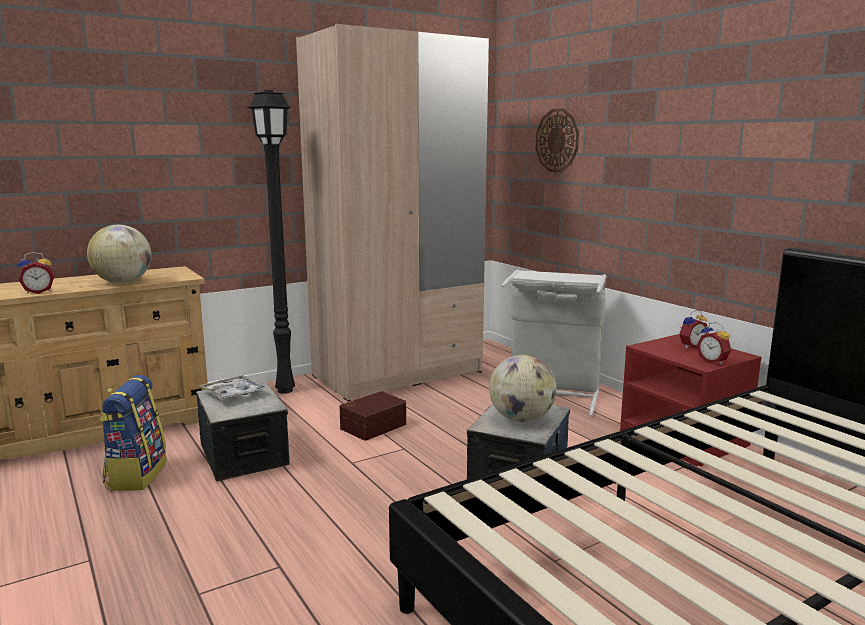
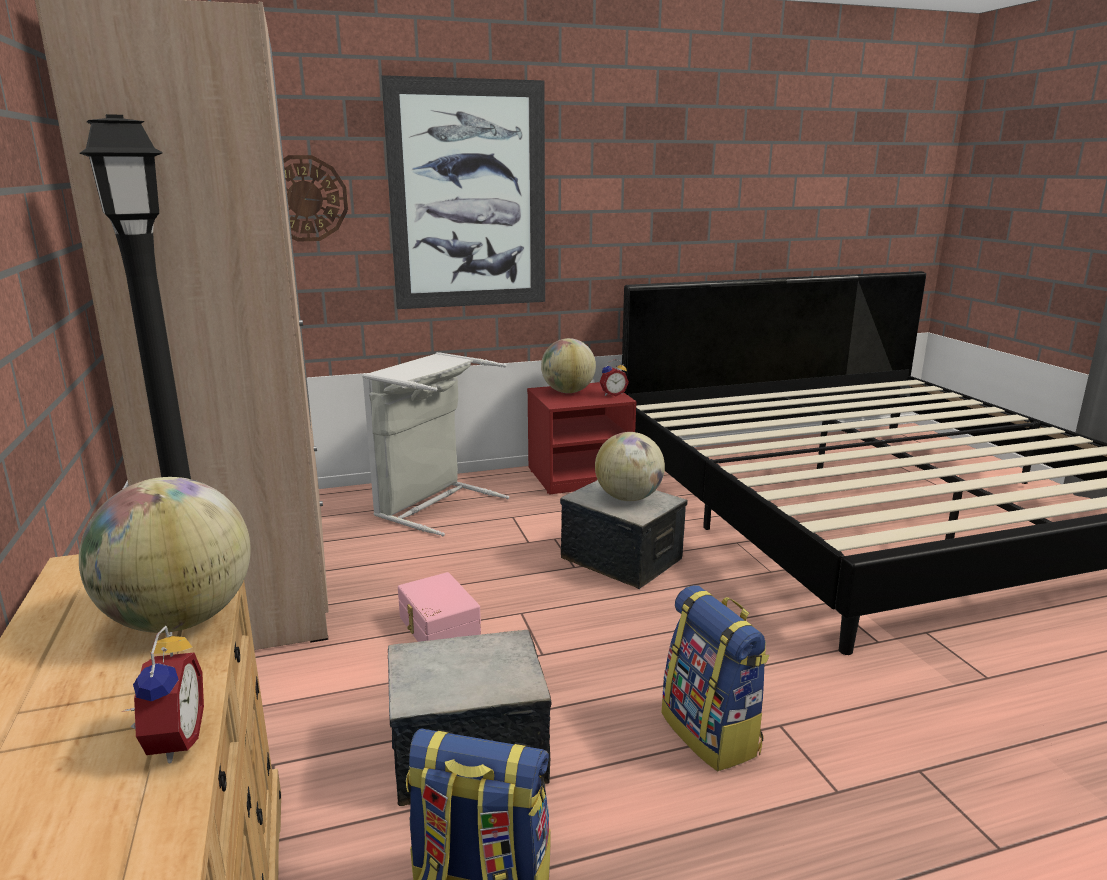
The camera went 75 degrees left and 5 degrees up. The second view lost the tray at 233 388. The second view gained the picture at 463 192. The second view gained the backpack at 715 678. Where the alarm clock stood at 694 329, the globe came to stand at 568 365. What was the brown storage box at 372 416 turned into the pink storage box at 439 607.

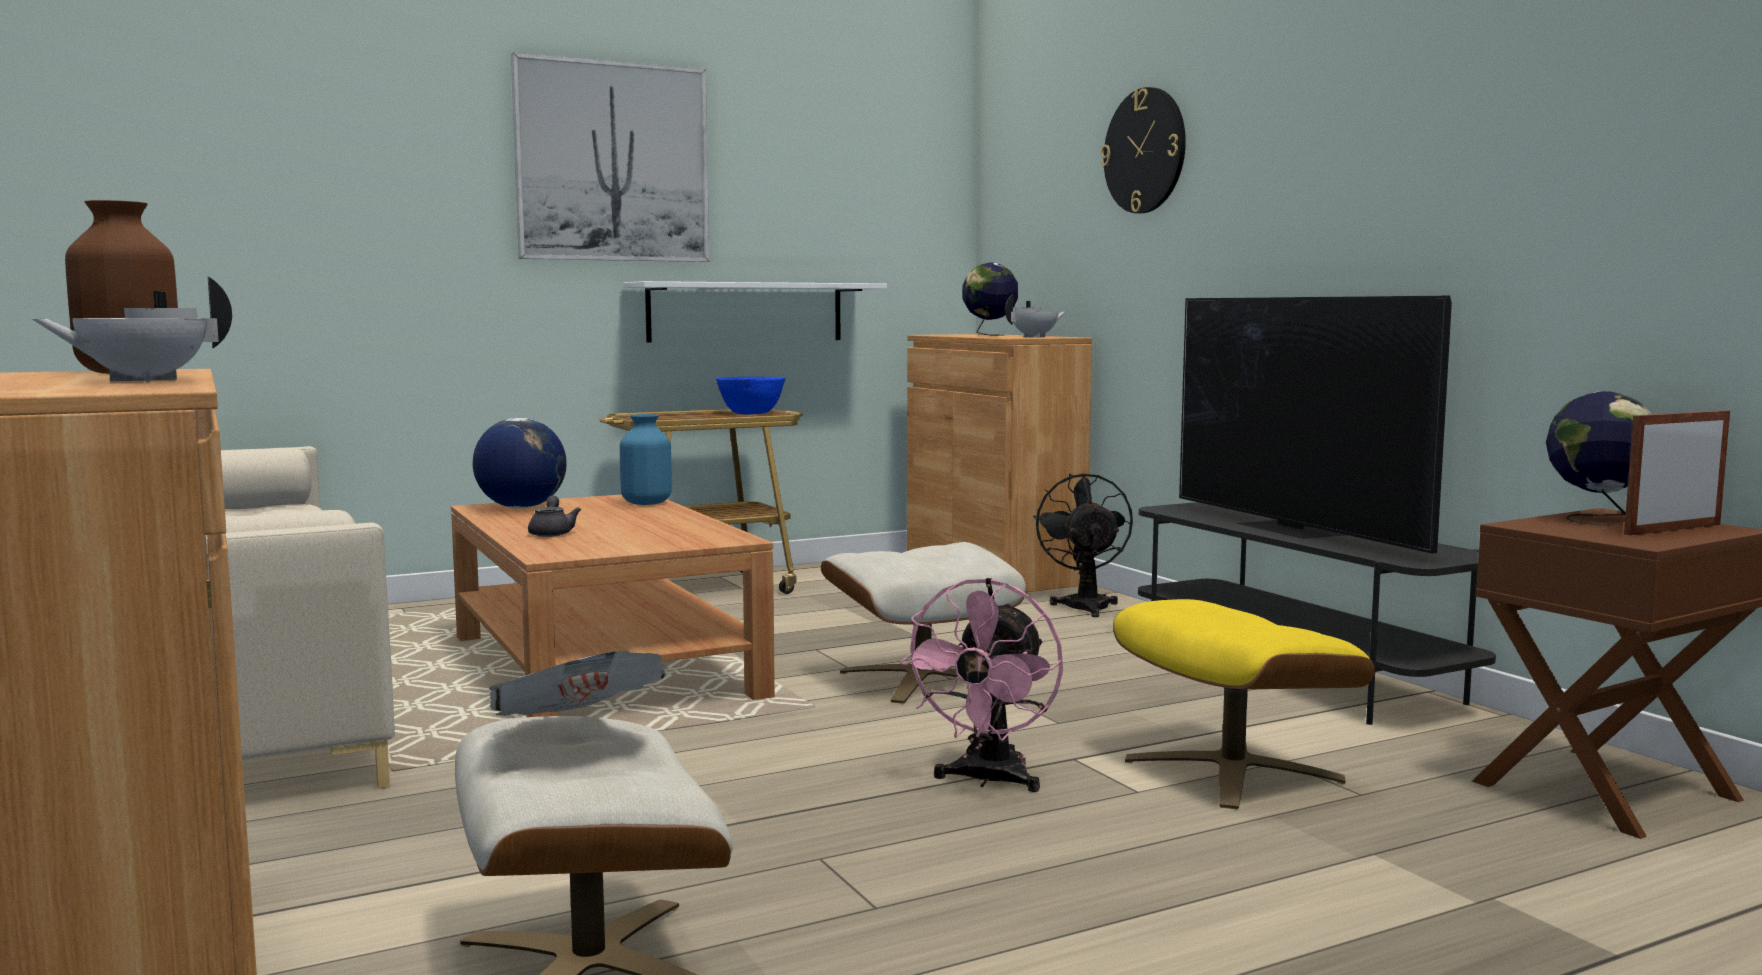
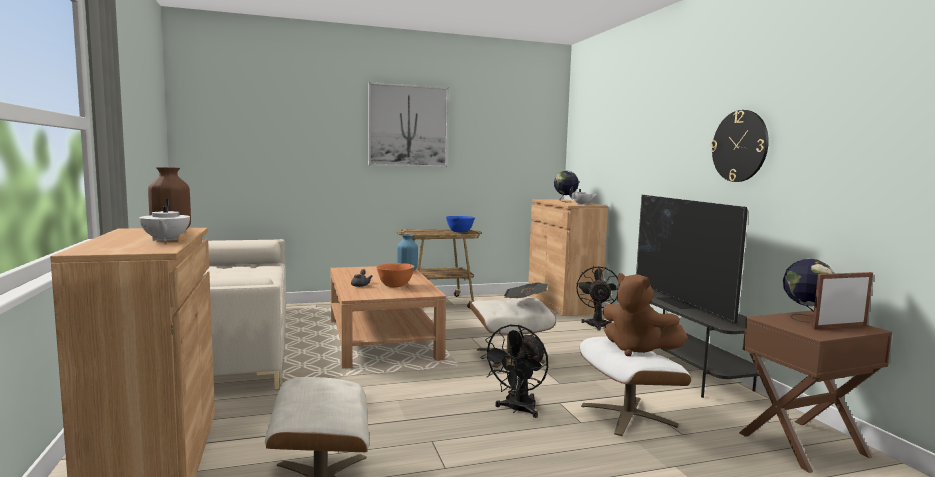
The camera went 10 degrees right and 0 degrees up. The second view lost the globe at 520 463. The second view lost the white shelf at 755 312. The second view gained the orange bowl at 395 275. The second view gained the brown plush toy at 645 314. The newspaper ended up elsewhere, having gone from 578 683 to 525 290. The wall clock ended up elsewhere, having gone from 1143 150 to 739 146. What was the pink fan at 981 685 turned into the black fan at 514 371. What was the yellow ottoman at 1244 704 turned into the white ottoman at 635 386. The white teapot at 132 329 ended up facing another way, 90 degrees counterclockwise from before.

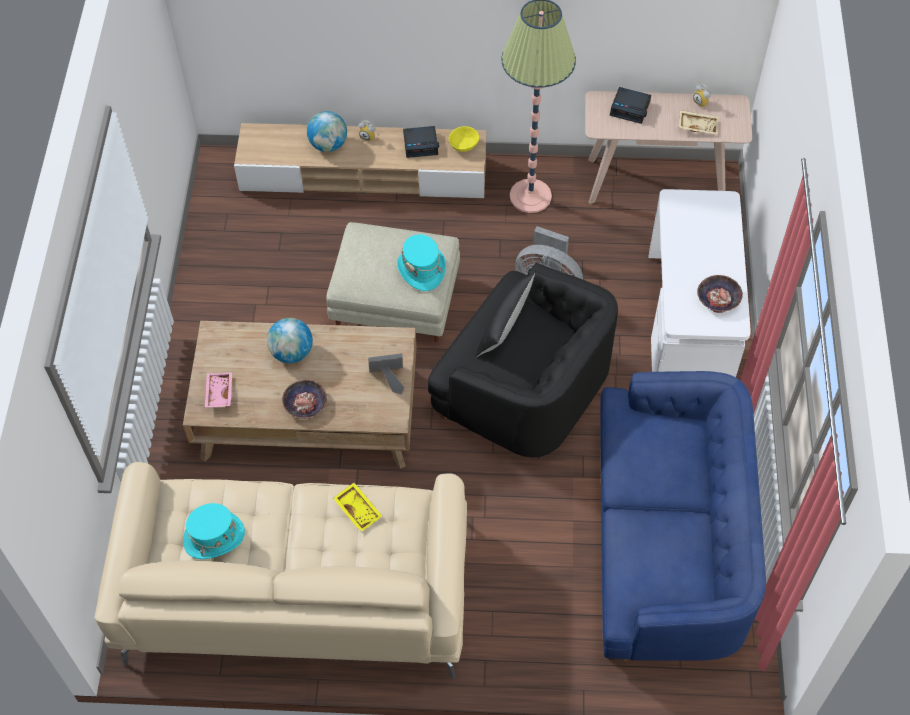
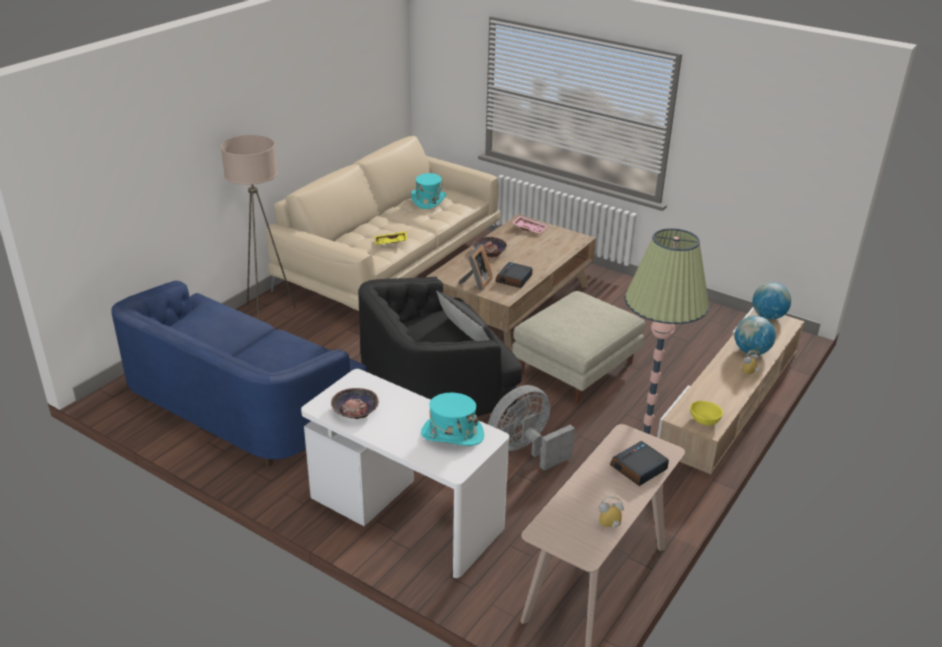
The camera went 120 degrees right and 25 degrees down. The second view lost the beige tray at 699 122. The second view gained the beige floor lamp at 258 227. The globe ended up elsewhere, having gone from 290 340 to 771 301. The turquoise hat ended up elsewhere, having gone from 421 262 to 452 419. The alarm clock ended up elsewhere, having gone from 421 142 to 514 275.

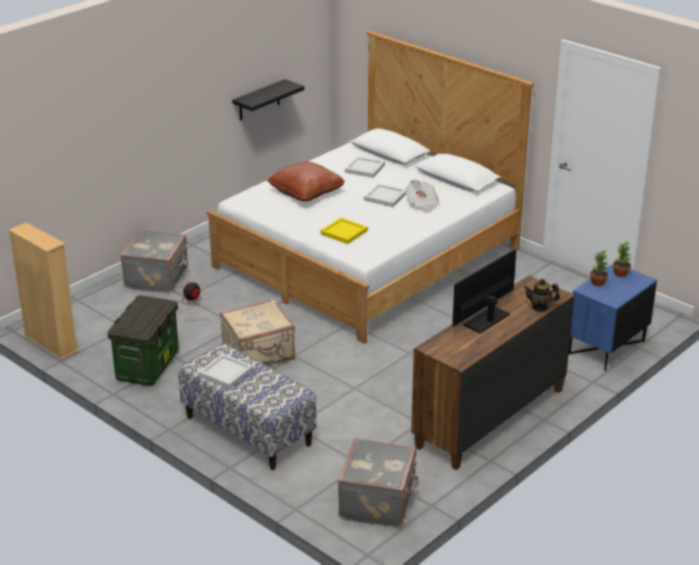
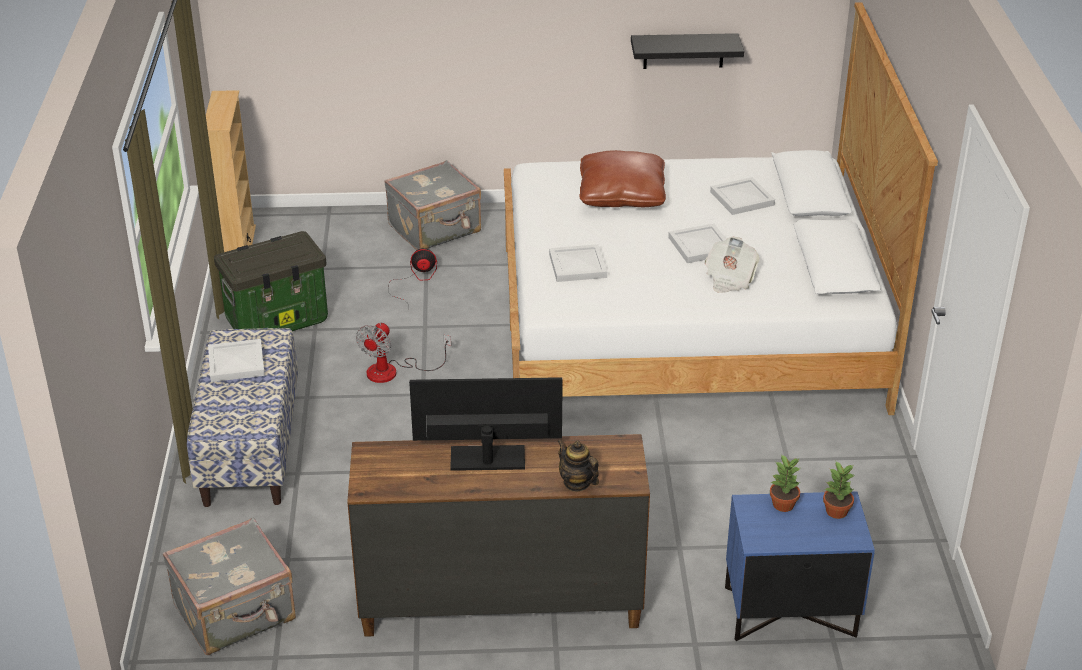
The camera went 45 degrees right and 5 degrees up. Where the beige suitcase stood at 257 332, the fan came to stand at 403 352. What was the yellow tray at 344 230 turned into the white tray at 578 263.

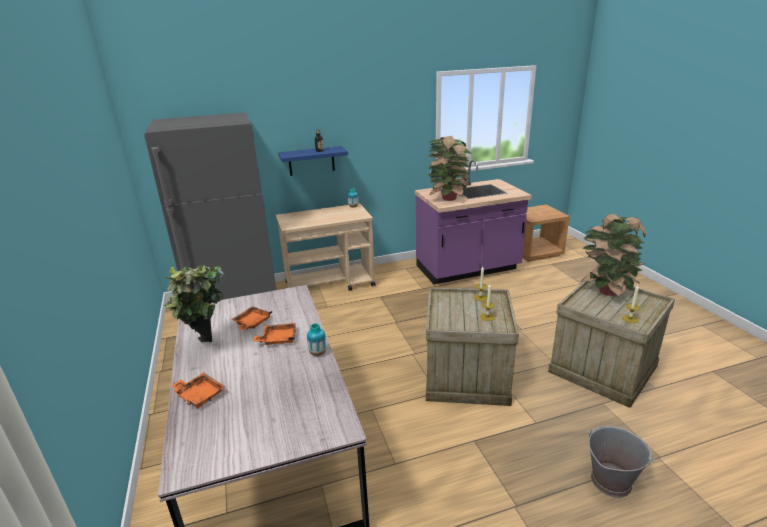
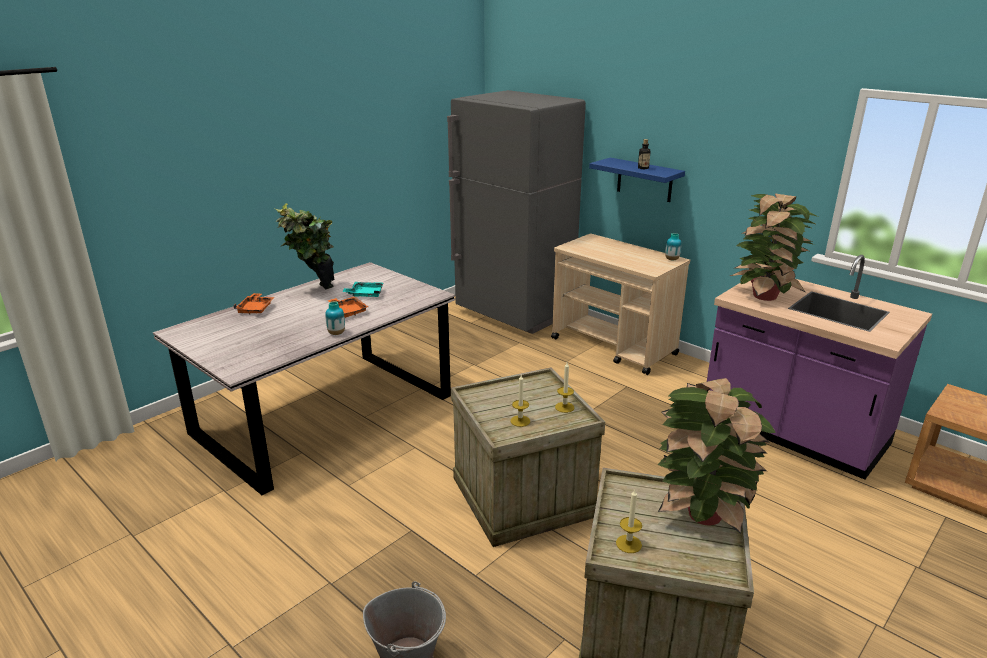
The camera went 60 degrees right and 0 degrees up. What was the orange tray at 251 318 turned into the turquoise tray at 362 289.

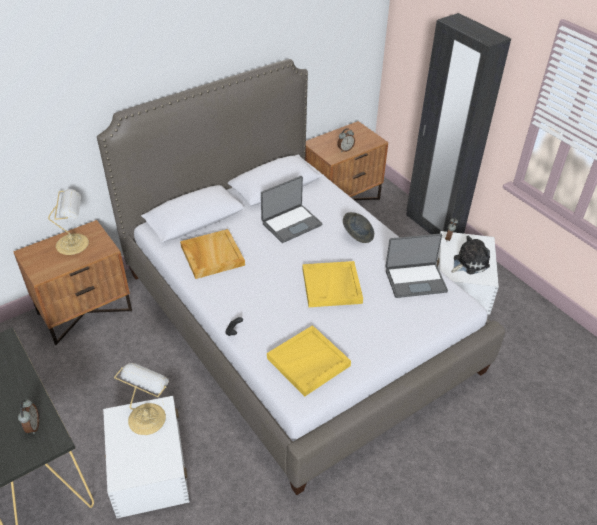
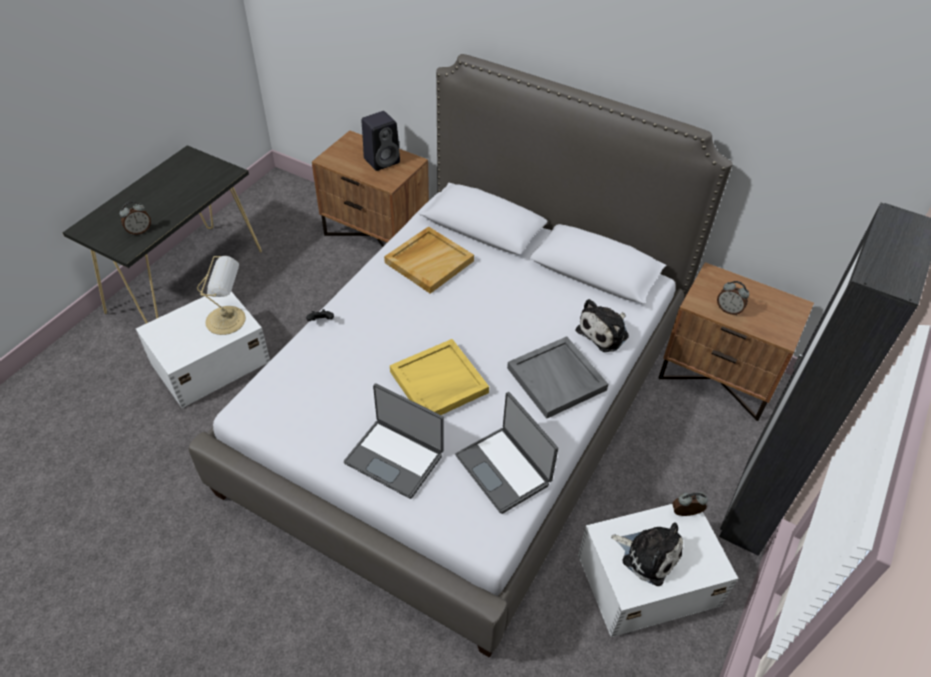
The camera went 65 degrees right and 5 degrees up. The second view lost the yellow tray at 309 361. The second view gained the plush toy at 602 325. The laptop ended up elsewhere, having gone from 291 209 to 394 441. Where the table lamp stood at 68 222, the black speaker came to stand at 380 141. Where the grey hat stood at 358 227, the grey tray came to stand at 557 377.

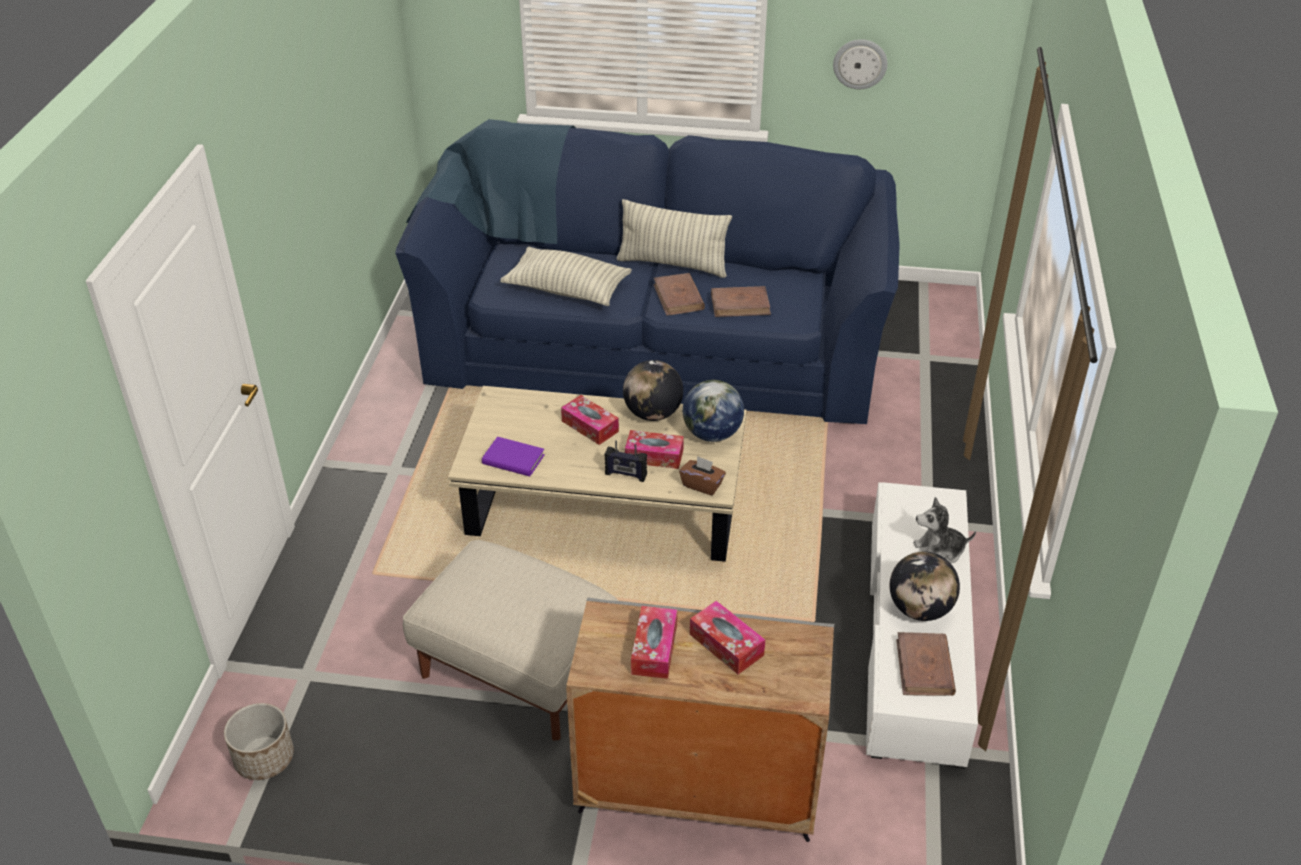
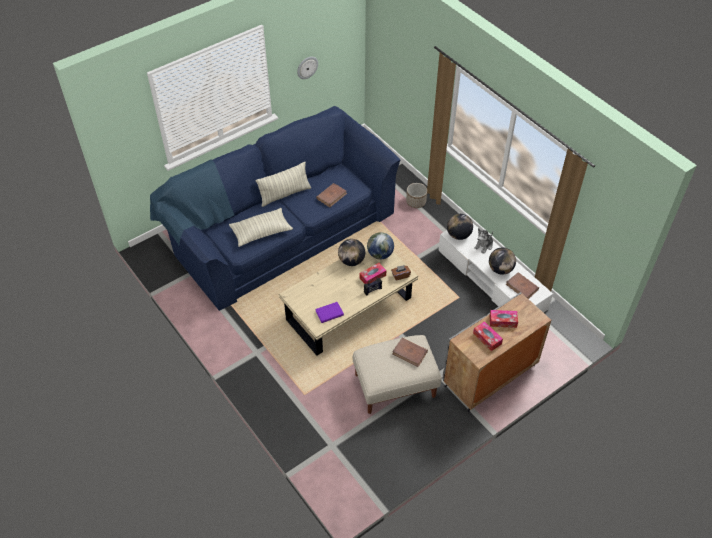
The camera went 45 degrees left and 10 degrees up. The second view lost the tissue box at 590 420. The second view gained the globe at 460 227. The planter ended up elsewhere, having gone from 259 741 to 416 195. The brown book ended up elsewhere, having gone from 679 294 to 410 352.

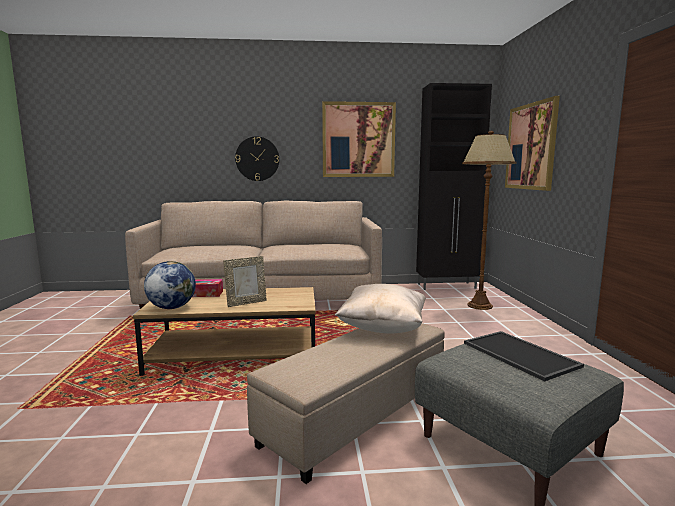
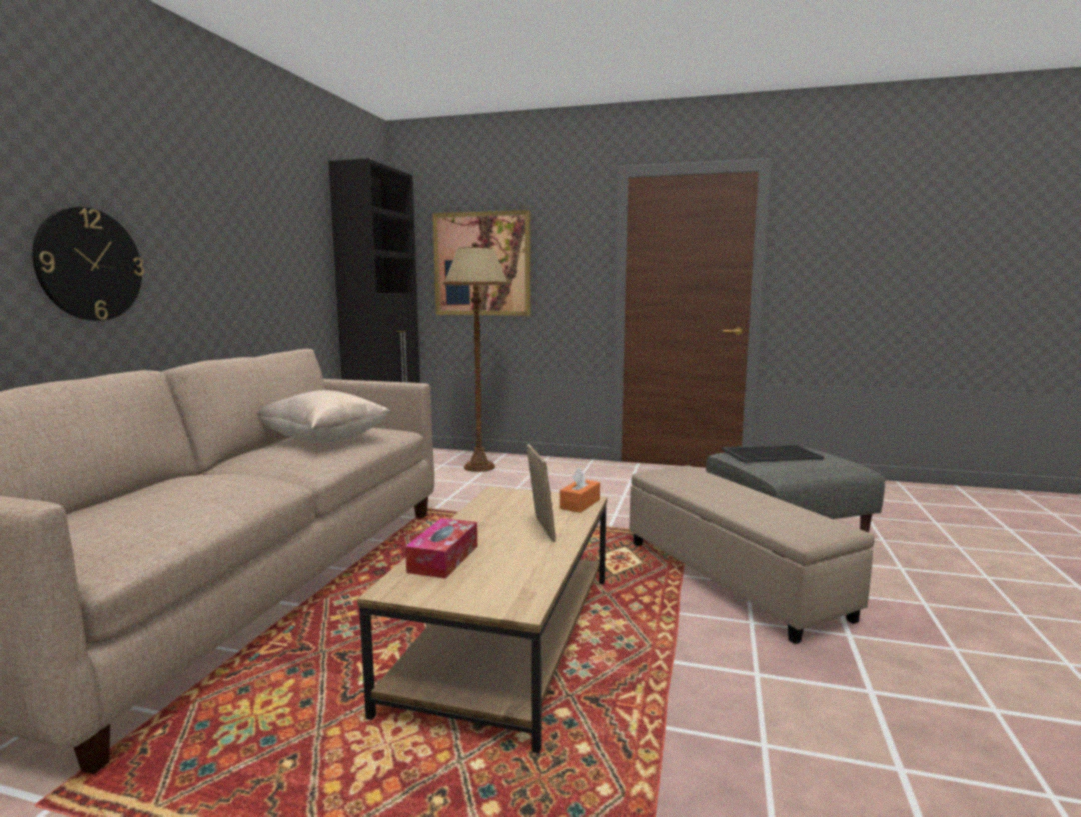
The camera went 70 degrees left and 0 degrees up. The second view lost the globe at 170 285. The second view lost the picture at 359 139. The second view gained the orange tissue box at 580 490. The beige pillow ended up elsewhere, having gone from 380 308 to 324 416.

